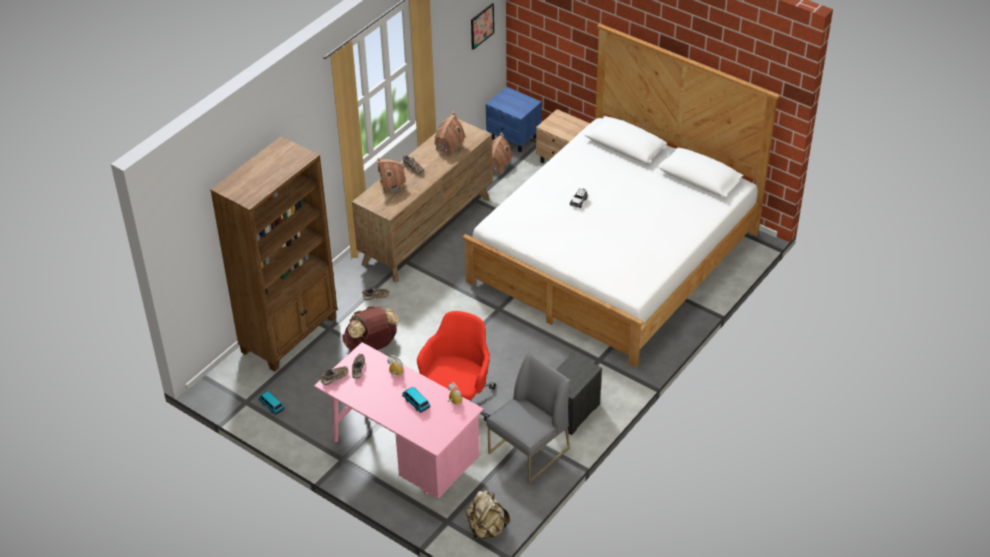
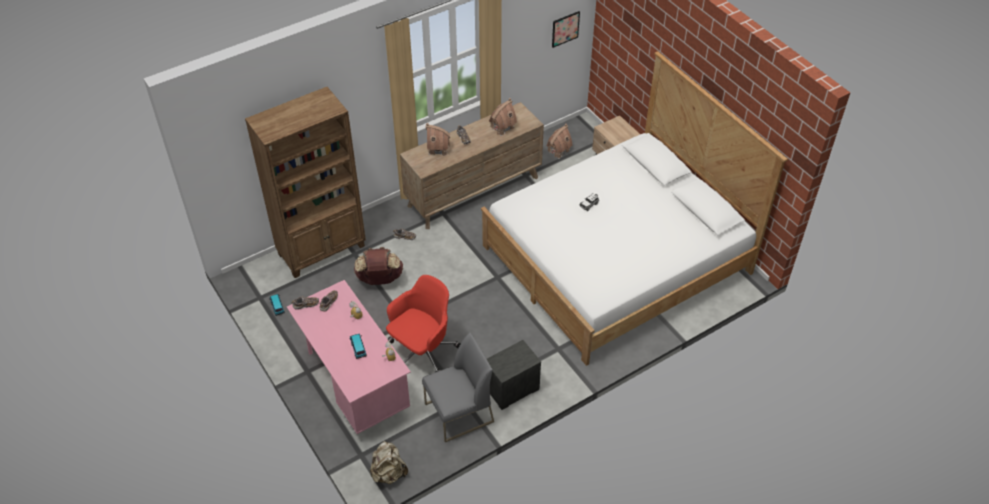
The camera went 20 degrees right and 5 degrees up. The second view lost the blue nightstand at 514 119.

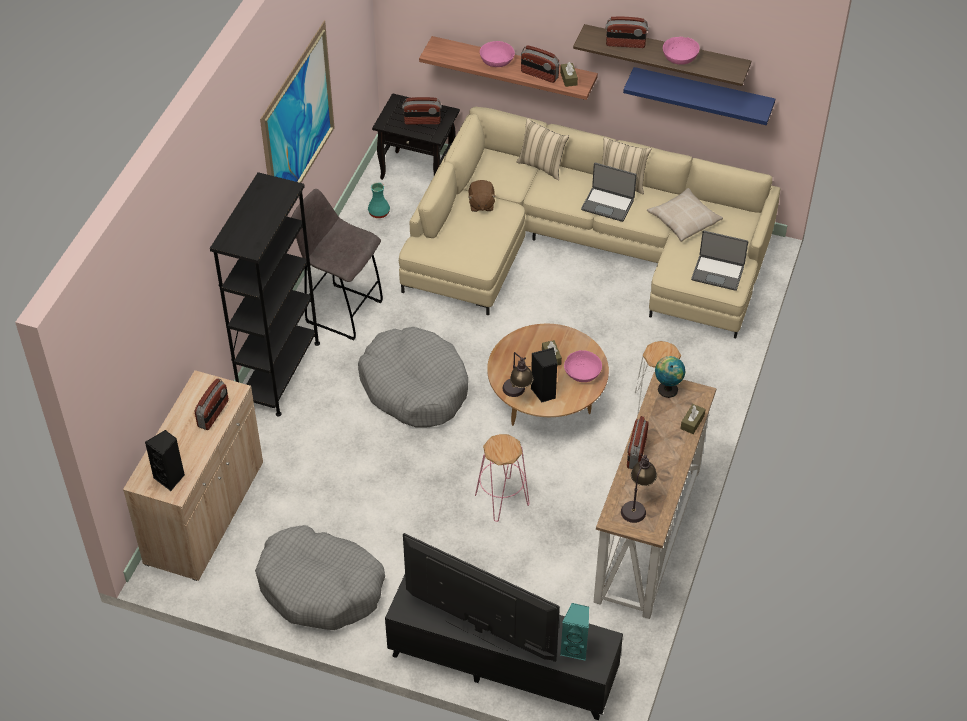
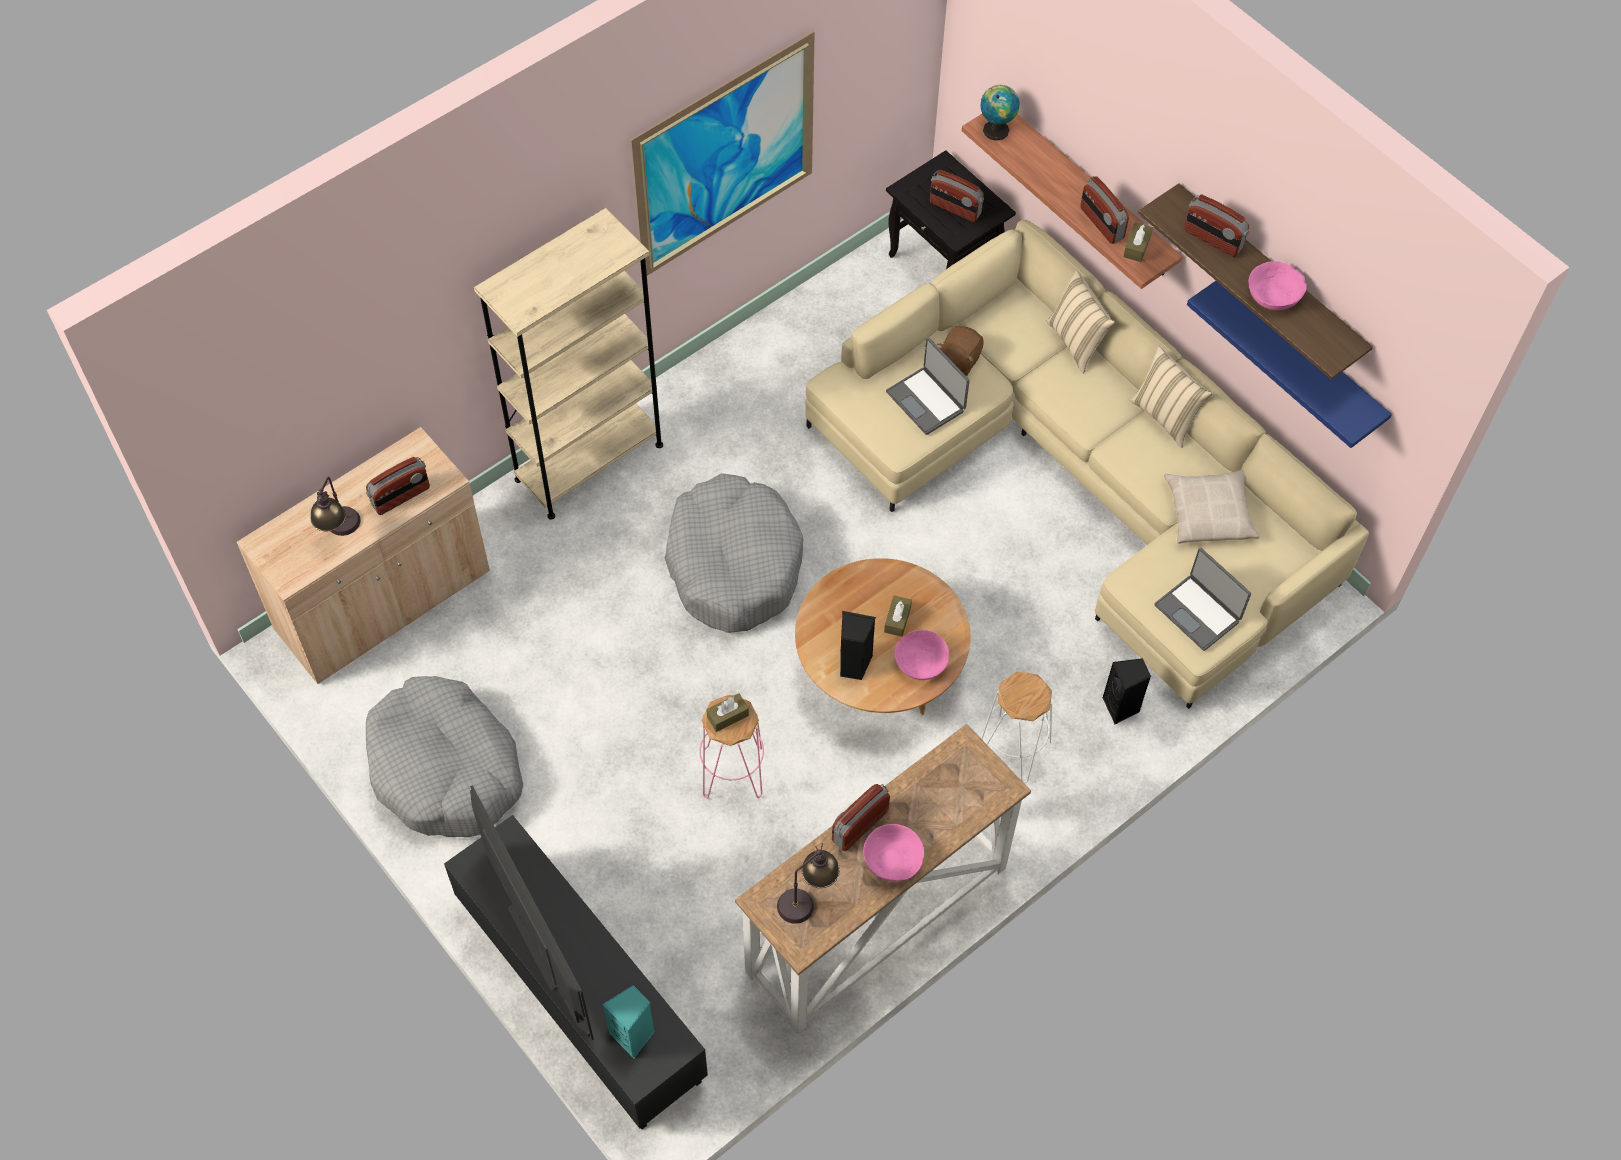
The camera went 30 degrees right and 10 degrees up. The second view lost the grey stool at 337 264. The second view lost the turquoise vase at 379 200. The black speaker ended up elsewhere, having gone from 165 460 to 1127 691. The pink bowl ended up elsewhere, having gone from 497 54 to 893 853. The table lamp ended up elsewhere, having gone from 517 374 to 335 506. The laptop ended up elsewhere, having gone from 609 192 to 928 386. The globe ended up elsewhere, having gone from 670 377 to 1000 113. The brown tissue box ended up elsewhere, having gone from 693 419 to 727 712. What was the black bookcase at 265 294 turned into the beige bookcase at 568 364.

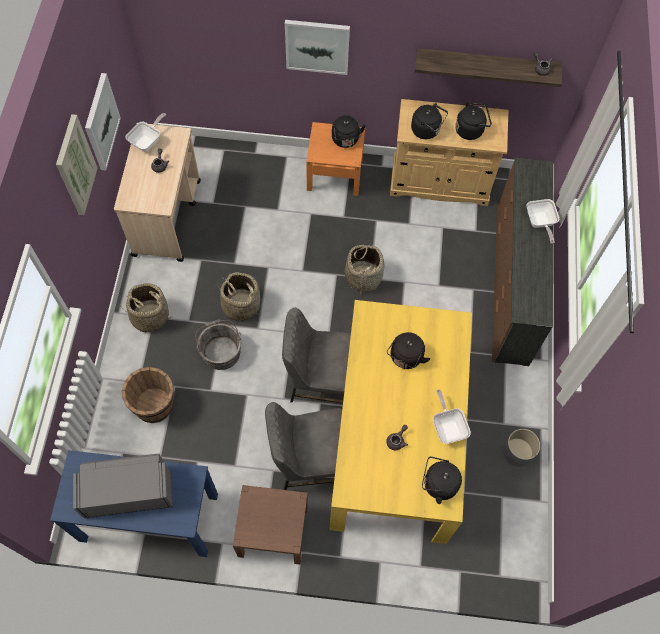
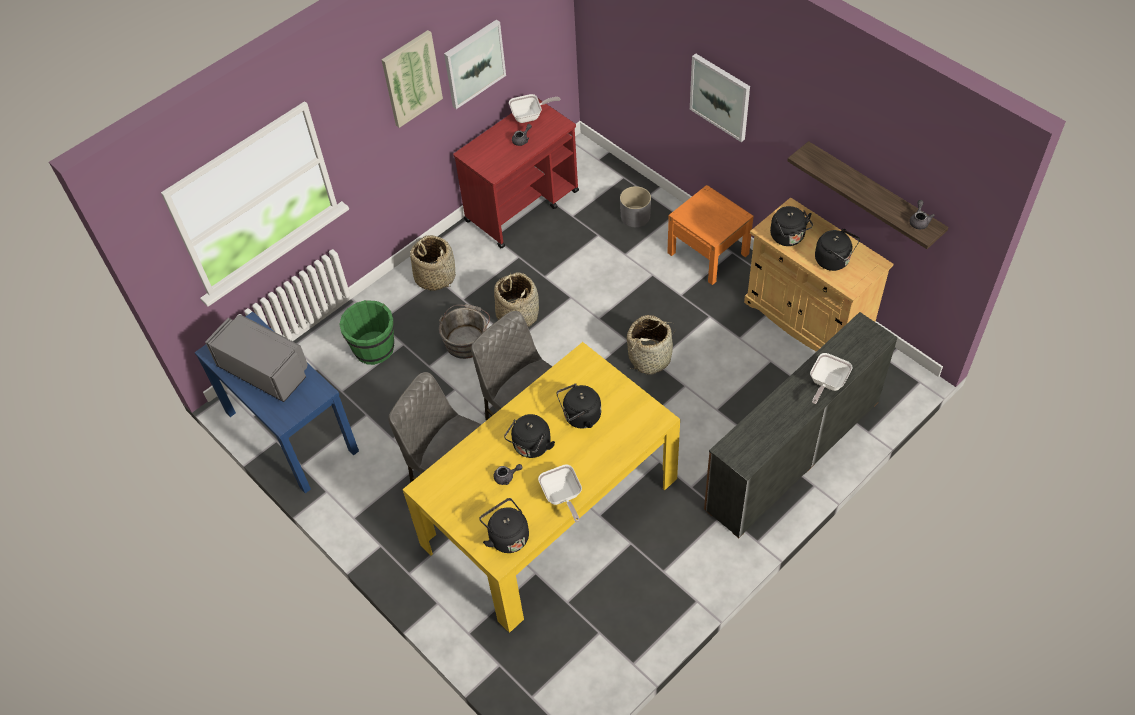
The camera went 45 degrees right and 10 degrees down. The second view lost the brown nightstand at 270 525. The black kettle ended up elsewhere, having gone from 349 131 to 529 436. The grey planter ended up elsewhere, having gone from 521 448 to 635 206. What was the beige cart at 157 192 turned into the red cart at 516 174. What was the brown bucket at 148 395 turned into the green bucket at 366 332. The frying pan at 452 416 ended up facing another way, 135 degrees clockwise from before.

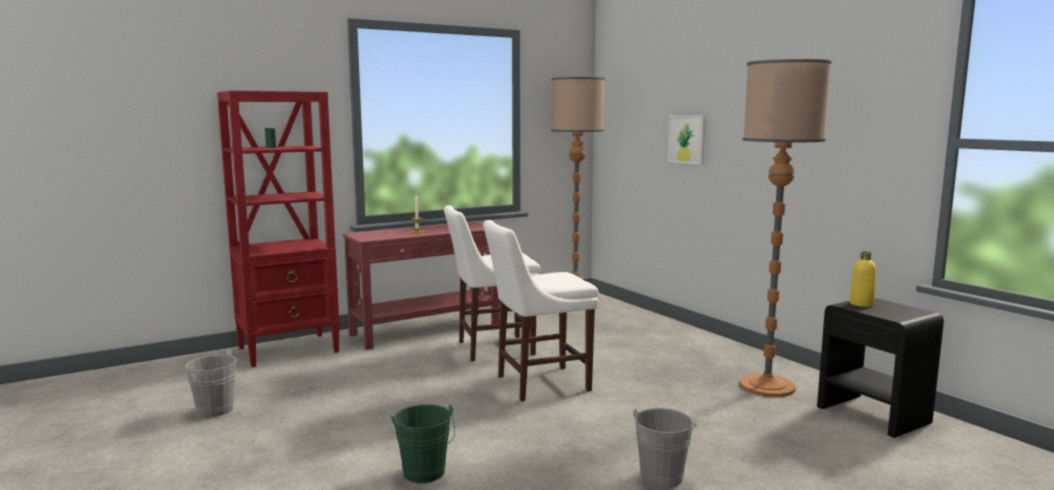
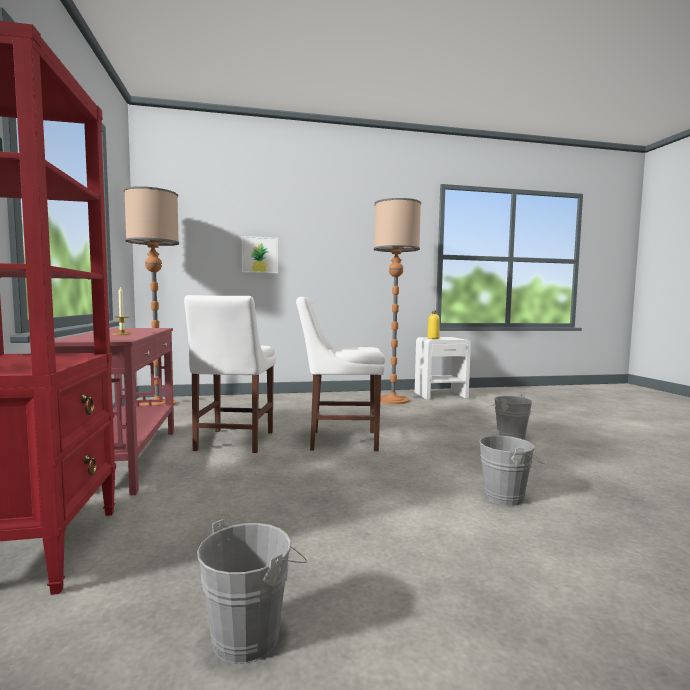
The camera went 70 degrees left and 5 degrees down. What was the green bucket at 423 443 turned into the grey bucket at 511 468. What was the black nightstand at 880 368 turned into the white nightstand at 443 368. The white chair at 540 310 ended up facing another way, 90 degrees clockwise from before.

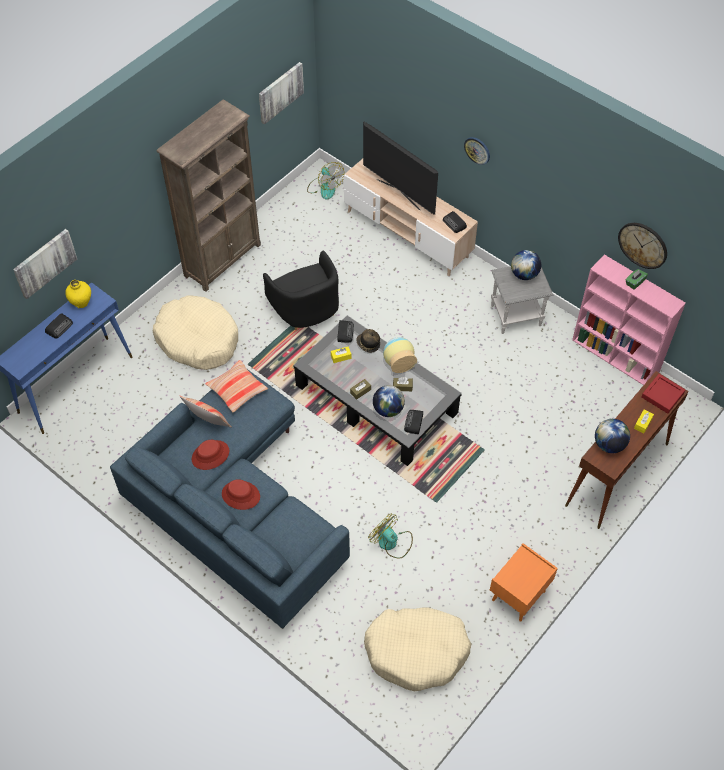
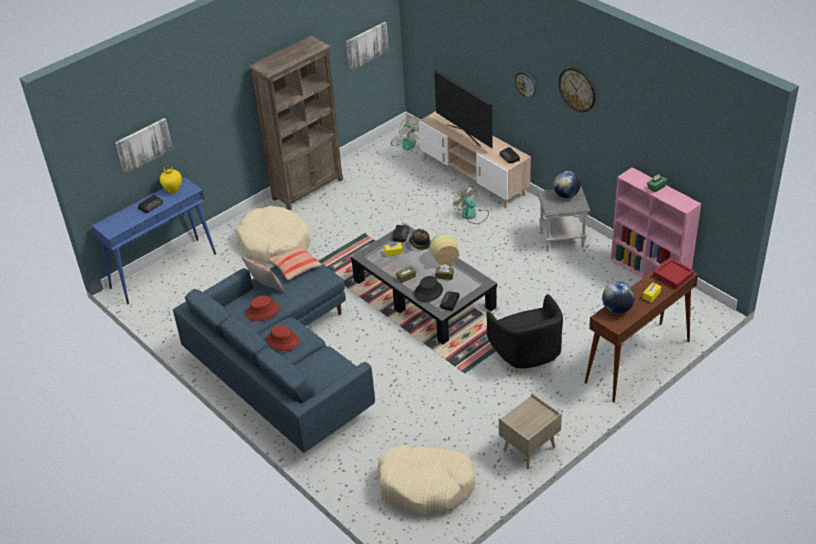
The camera went 10 degrees right and 15 degrees down. The black armchair ended up elsewhere, having gone from 301 290 to 524 333. The fan ended up elsewhere, having gone from 390 536 to 471 205. The wall clock ended up elsewhere, having gone from 642 246 to 577 90. Where the globe stood at 389 401, the black hat came to stand at 428 289. What was the orange nightstand at 524 582 turned into the beige nightstand at 530 431.

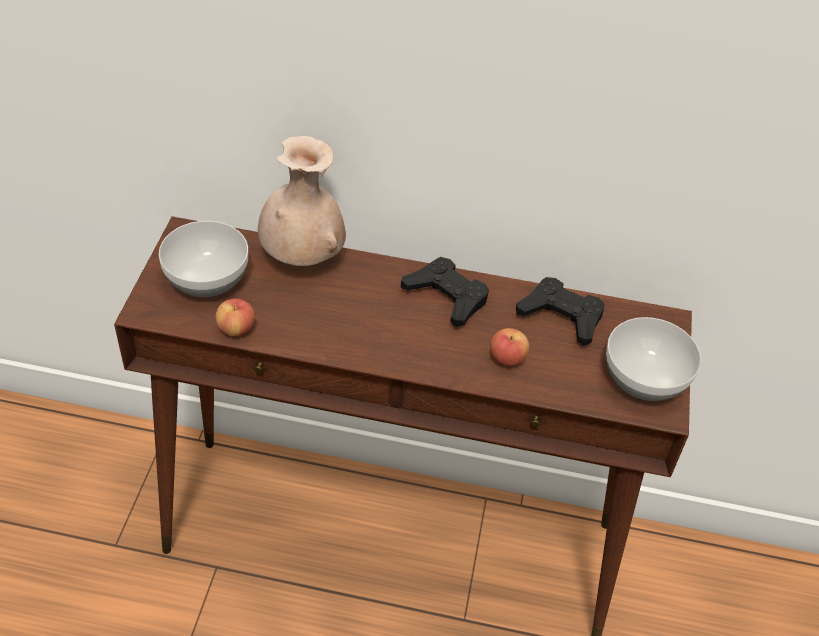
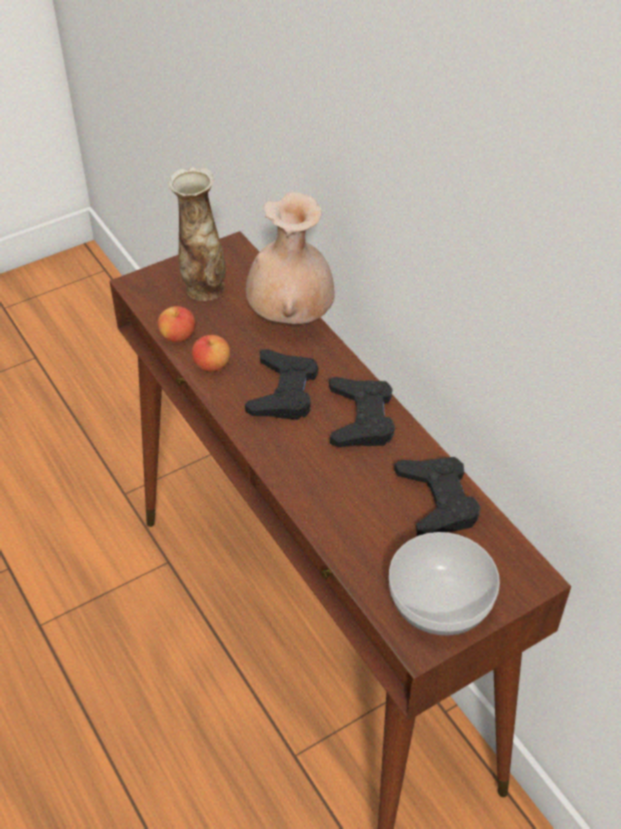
The camera went 50 degrees right and 0 degrees up. The second view gained the black game controller at 281 384. The apple ended up elsewhere, having gone from 509 347 to 211 353. Where the bowl stood at 203 259, the vase came to stand at 197 234.

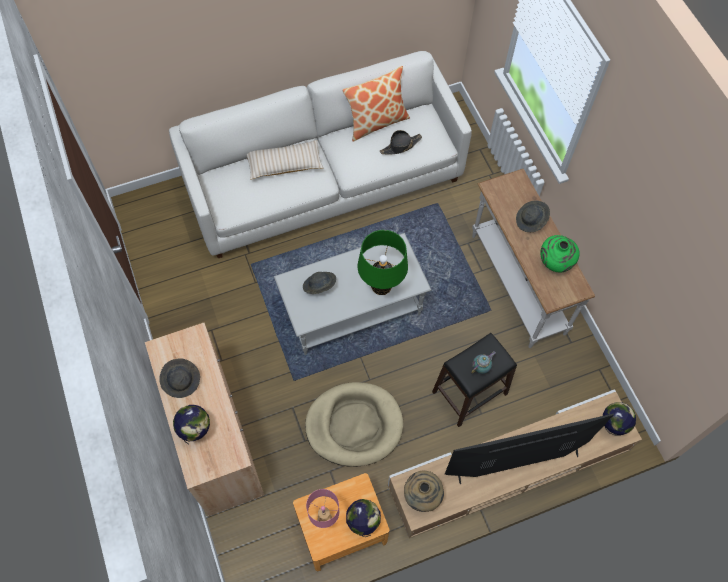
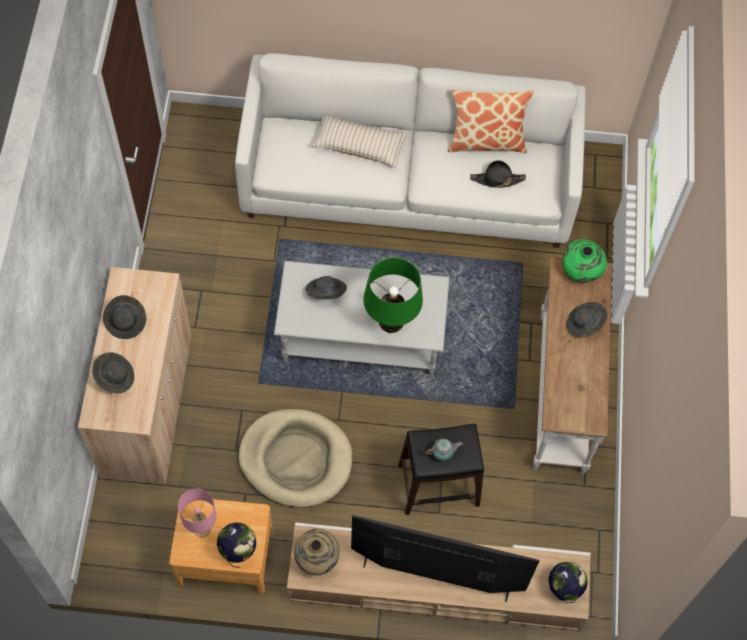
The camera went 25 degrees right and 0 degrees up. The green vase ended up elsewhere, having gone from 560 253 to 584 261. Where the globe stood at 191 425, the grey hat came to stand at 113 373.

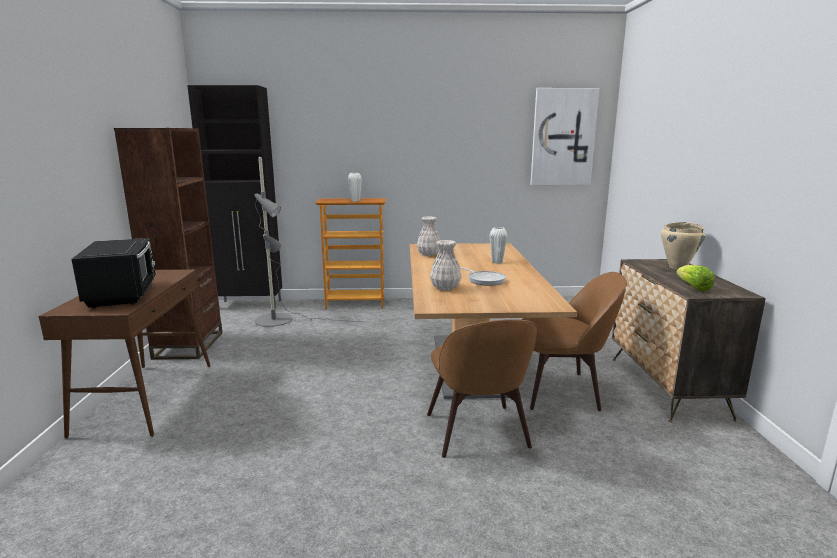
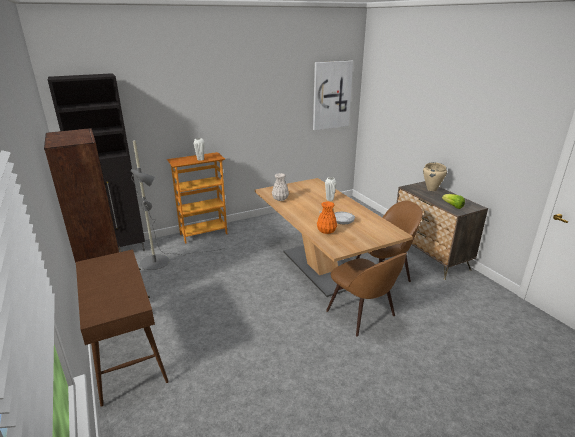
The camera went 25 degrees left and 10 degrees up. The second view lost the black microwave at 113 273. What was the white vase at 445 265 turned into the orange vase at 327 217.

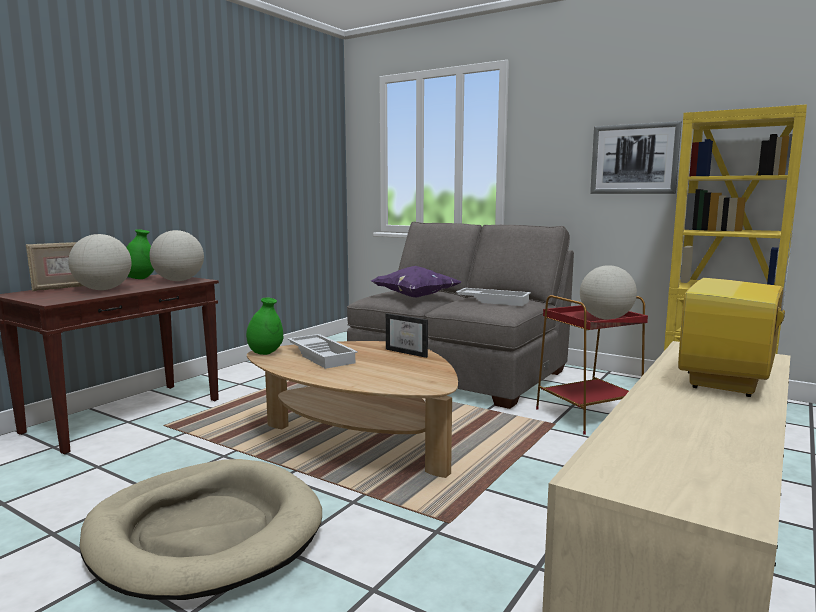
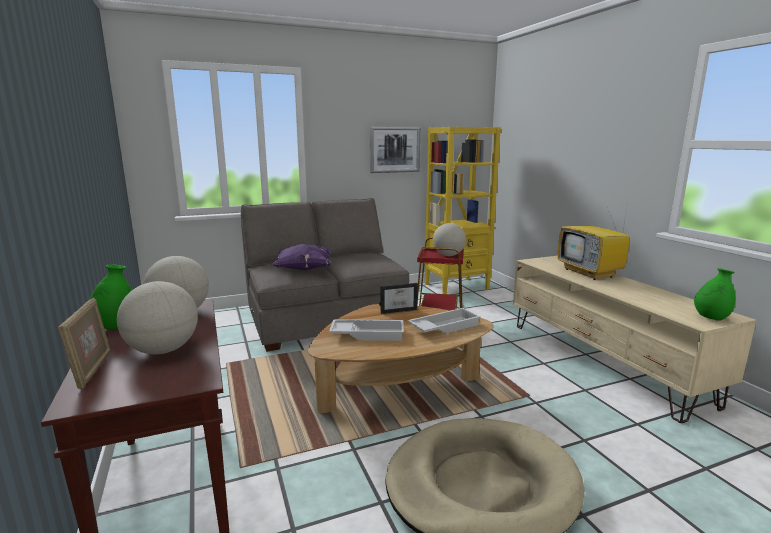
The camera went 55 degrees left and 5 degrees up. The green vase ended up elsewhere, having gone from 264 326 to 714 294. The white tray ended up elsewhere, having gone from 493 297 to 444 320.

